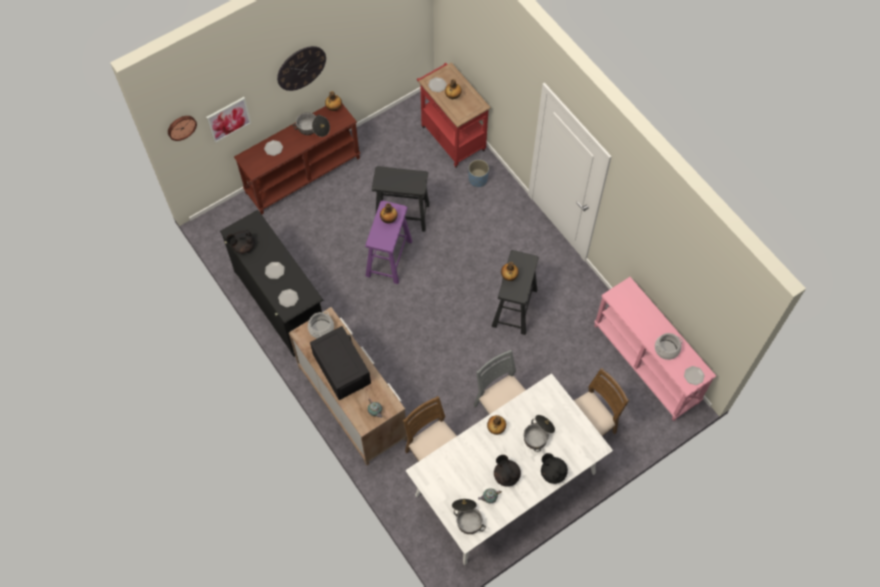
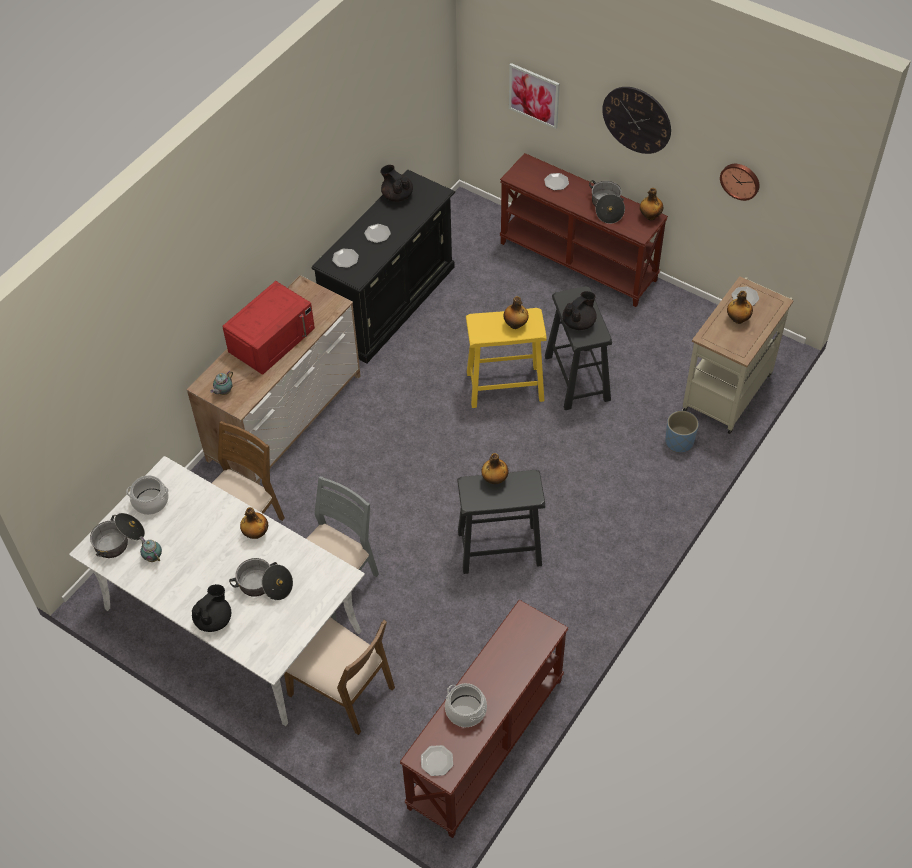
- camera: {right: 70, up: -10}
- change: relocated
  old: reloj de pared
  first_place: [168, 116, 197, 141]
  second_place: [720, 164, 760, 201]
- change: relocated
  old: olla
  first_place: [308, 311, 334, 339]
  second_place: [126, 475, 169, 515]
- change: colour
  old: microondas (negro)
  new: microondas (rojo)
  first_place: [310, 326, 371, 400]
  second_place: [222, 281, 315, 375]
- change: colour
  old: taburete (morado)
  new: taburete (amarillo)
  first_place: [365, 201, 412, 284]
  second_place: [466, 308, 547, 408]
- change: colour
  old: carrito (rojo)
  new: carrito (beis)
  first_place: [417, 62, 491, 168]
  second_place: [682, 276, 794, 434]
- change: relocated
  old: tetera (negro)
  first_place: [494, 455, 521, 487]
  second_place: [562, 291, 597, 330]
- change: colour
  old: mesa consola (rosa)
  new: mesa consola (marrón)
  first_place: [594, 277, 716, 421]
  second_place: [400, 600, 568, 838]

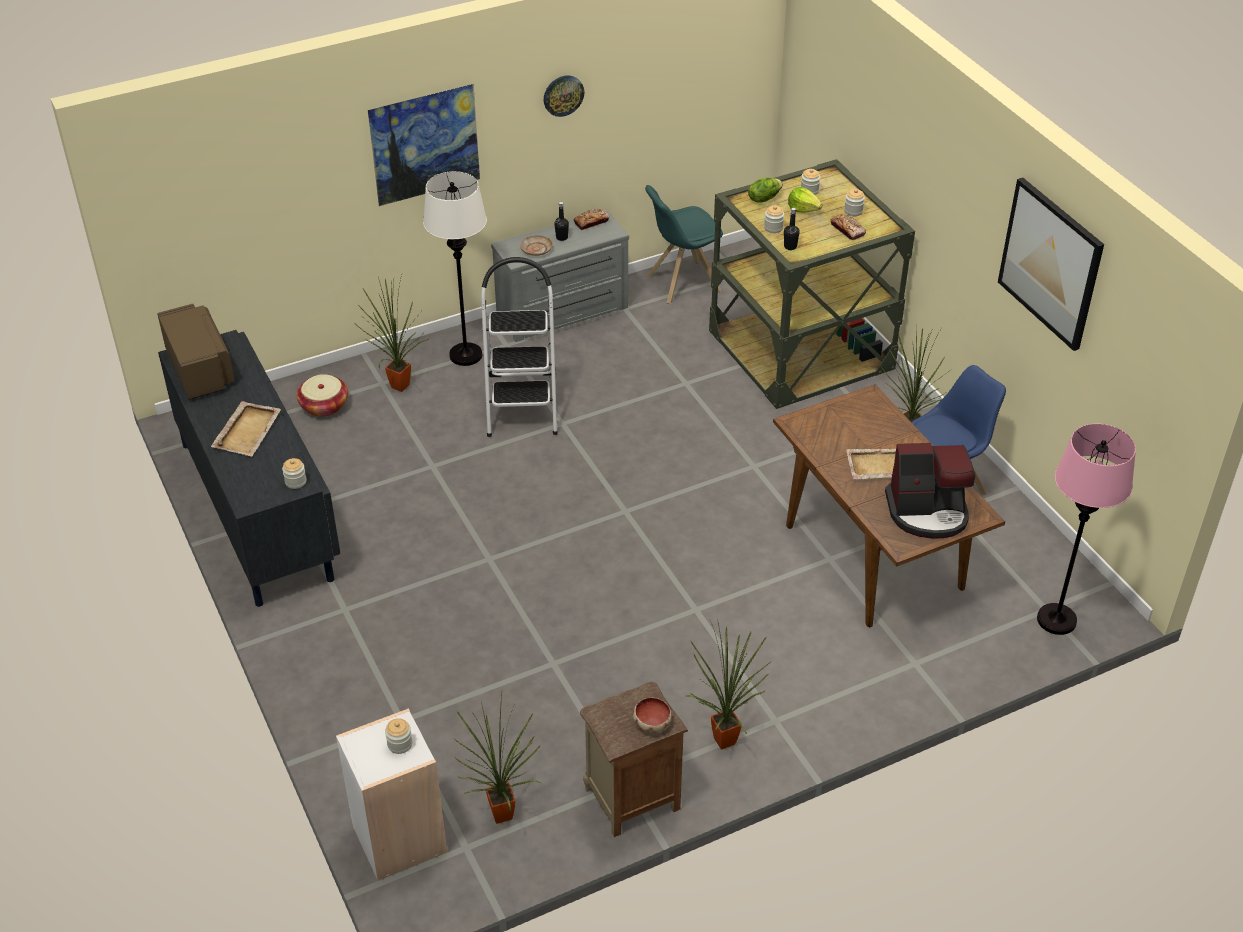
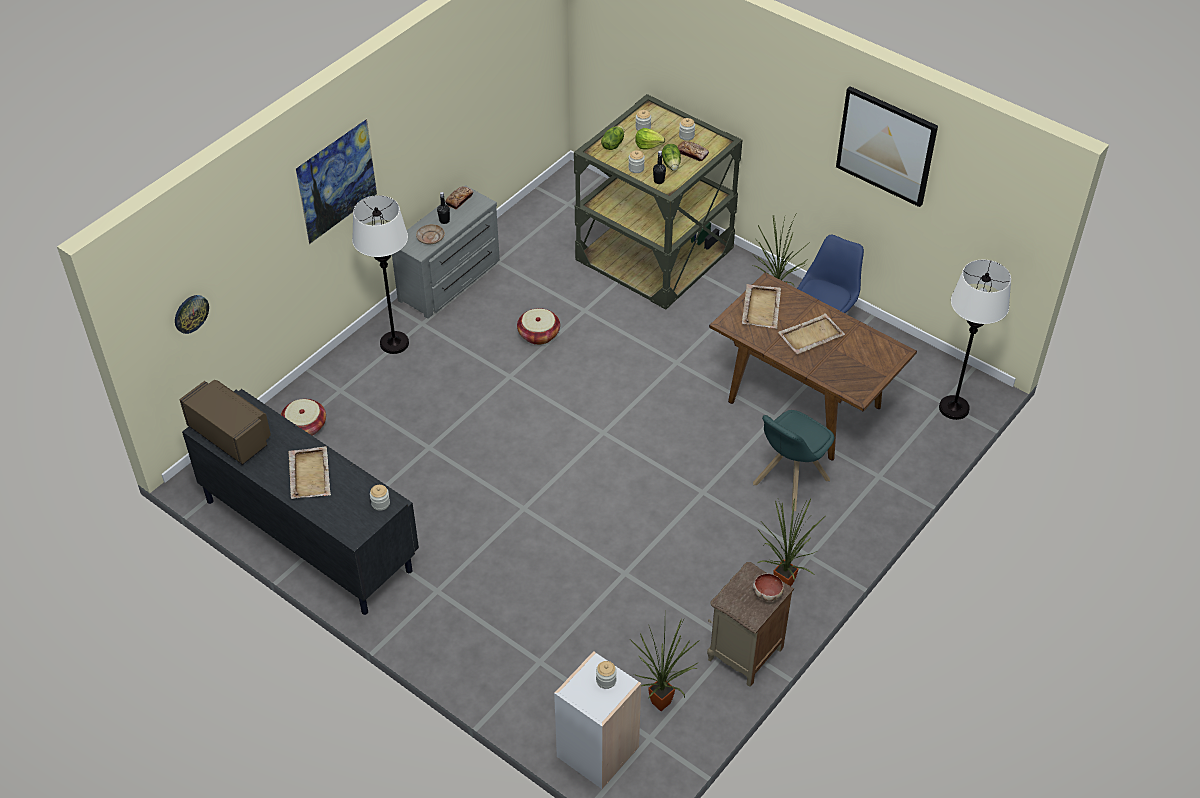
- camera: {right: -25, up: 5}
- change: missing
  old: planta en maceta
  first_place: [357, 275, 428, 392]
- change: missing
  old: escalera de tijera
  first_place: [481, 257, 558, 437]
- change: relocated
  old: reloj de pared
  first_place: [544, 75, 584, 117]
  second_place: [175, 295, 209, 334]
- change: relocated
  old: silla (turquesa)
  first_place: [645, 185, 723, 304]
  second_place: [753, 410, 835, 511]
- change: missing
  old: cafetera
  first_place: [885, 443, 975, 539]
- change: colour
  old: lámpara de pie (rosa)
  new: lámpara de pie (blanco)
  first_place: [1037, 423, 1136, 635]
  second_place: [939, 260, 1011, 420]
- change: appeared
  new: cesta
  second_place: [517, 308, 560, 345]
- change: appeared
  new: lechuga
  second_place: [662, 144, 681, 171]
- change: appeared
  new: bandeja (beis)
  second_place: [742, 284, 781, 329]

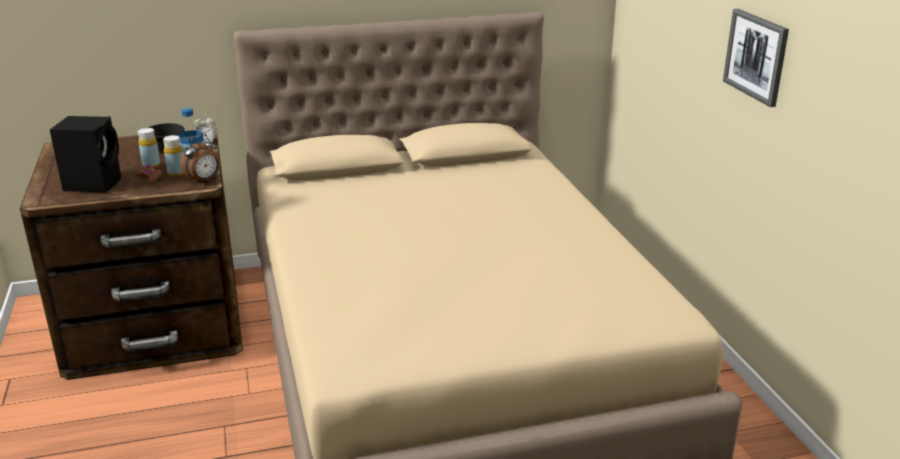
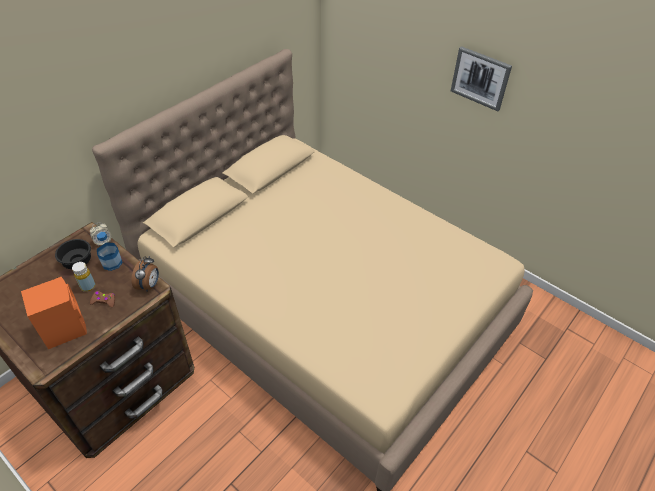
- camera: {right: -35, up: 20}
- change: colour
  old: altavoz (negro)
  new: altavoz (naranja)
  first_place: [50, 116, 121, 193]
  second_place: [21, 277, 87, 349]
- change: missing
  old: botella (amarillo)
  first_place: [163, 135, 184, 177]

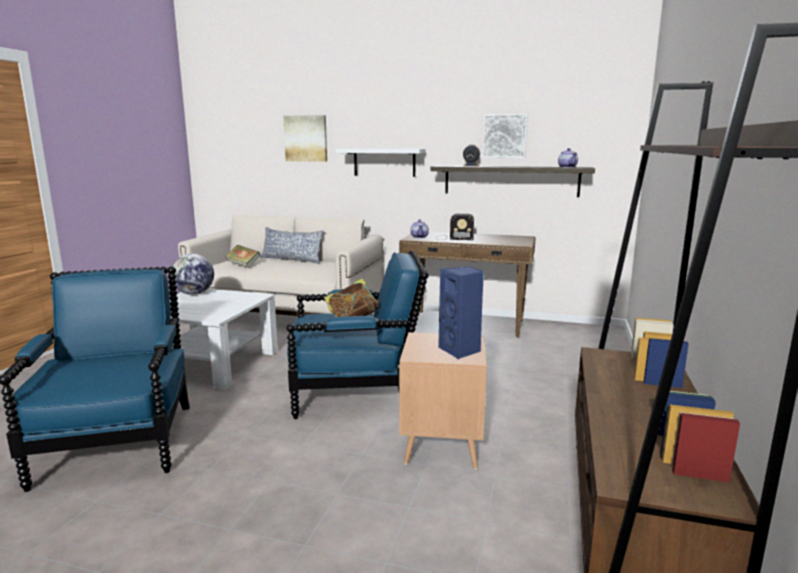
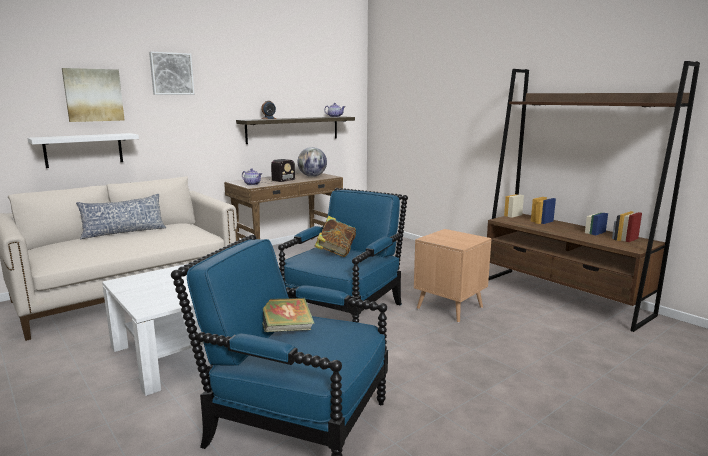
- camera: {right: -55, up: 0}
- change: relocated
  old: globo terráqueo
  first_place: [172, 254, 214, 295]
  second_place: [298, 147, 327, 177]
- change: relocated
  old: libro
  first_place: [225, 245, 260, 268]
  second_place: [262, 298, 315, 332]
- change: relocated
  old: estante (blanco)
  first_place: [336, 149, 425, 177]
  second_place: [28, 133, 139, 168]
- change: missing
  old: altavoz (azul)
  first_place: [438, 267, 484, 359]
- change: relocated
  old: cuadro
  first_place: [482, 114, 528, 158]
  second_place: [149, 52, 194, 95]

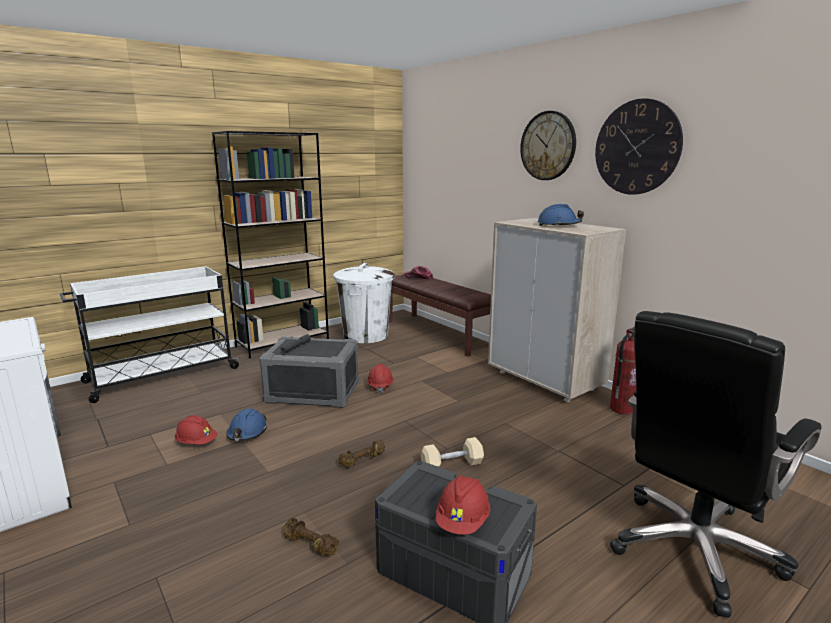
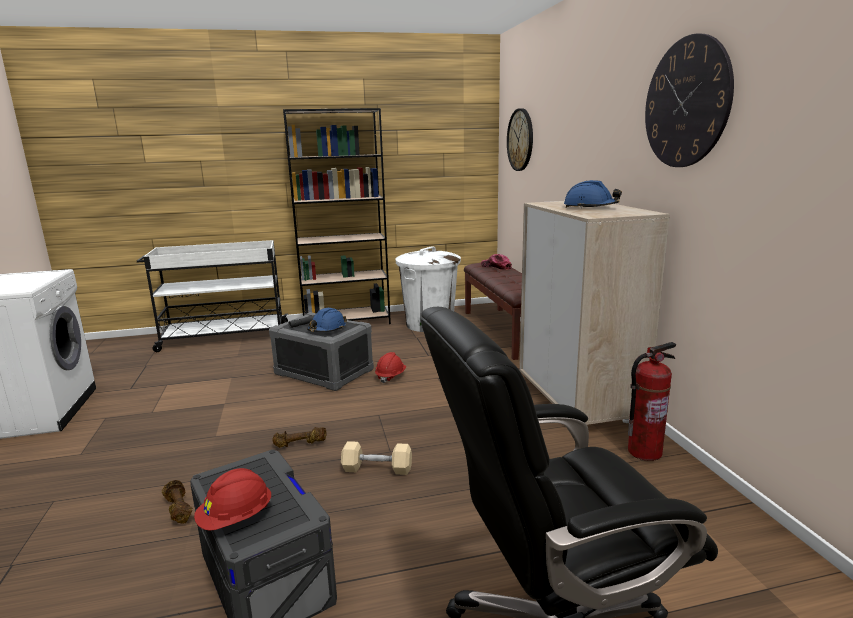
- camera: {right: 25, up: 0}
- change: missing
  old: casco (rojo)
  first_place: [175, 415, 217, 445]
- change: relocated
  old: casco (azul)
  first_place: [226, 408, 268, 441]
  second_place: [307, 308, 347, 332]
- change: relocated
  old: reloj de pared
  first_place: [520, 111, 576, 180]
  second_place: [507, 108, 533, 171]

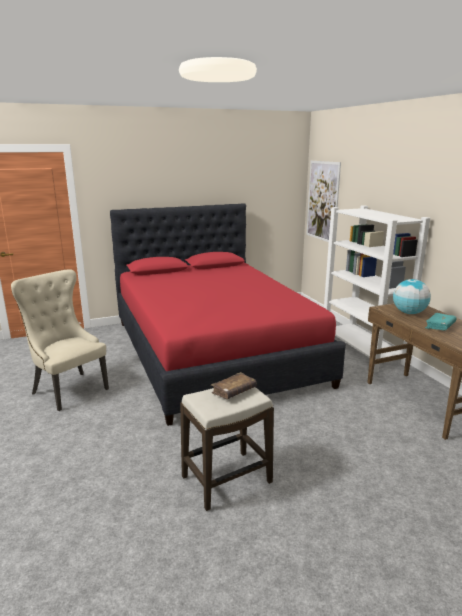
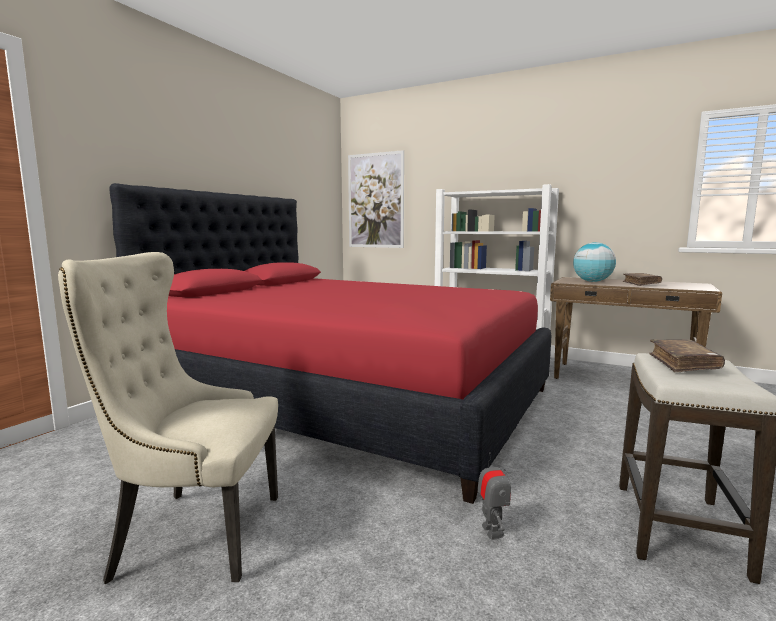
- camera: {right: -40, up: -10}
- change: colour
  old: libro (turquesa)
  new: libro (marrón)
  first_place: [425, 313, 457, 330]
  second_place: [623, 273, 662, 286]
- change: appeared
  new: robot de juguete
  second_place: [477, 452, 511, 540]

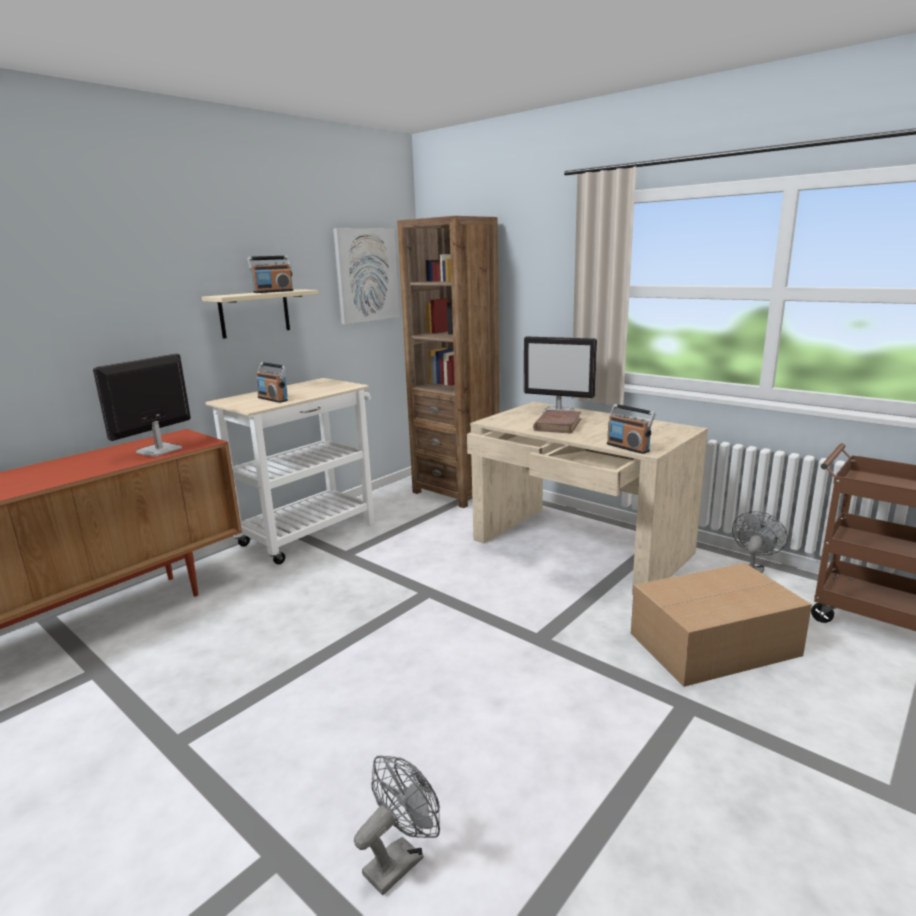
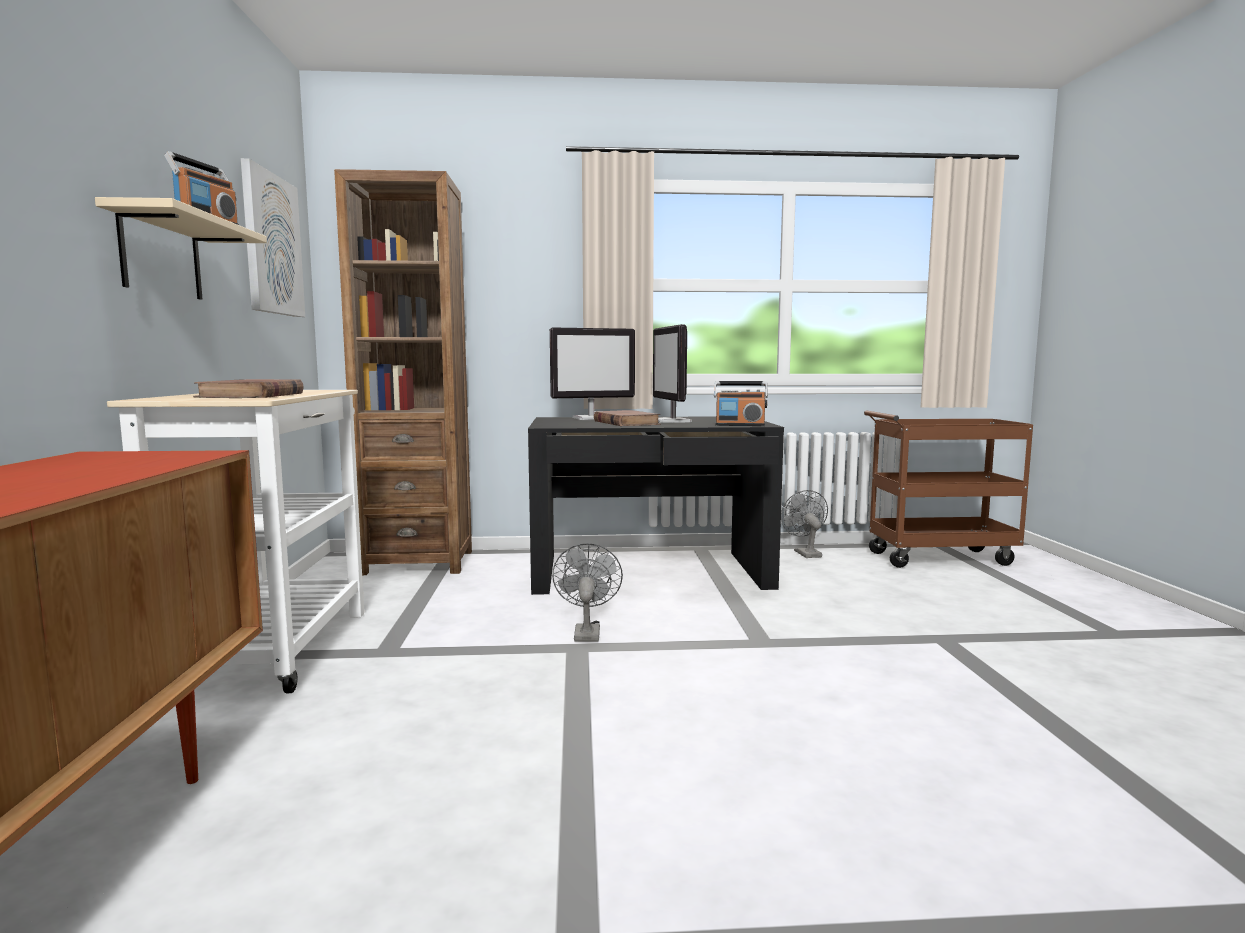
- camera: {right: -45, up: -10}
- change: relocated
  old: monitor
  first_place: [93, 354, 191, 457]
  second_place: [653, 324, 692, 423]
- change: exchanged
  old: radio
  new: libro (marrón)
  first_place: [256, 362, 288, 403]
  second_place: [193, 379, 304, 398]
- change: relocated
  old: ventilador (gris)
  first_place: [354, 755, 440, 895]
  second_place: [552, 544, 623, 641]
- change: colour
  old: escritorio (beis)
  new: escritorio (negro)
  first_place: [467, 402, 708, 595]
  second_place: [528, 416, 784, 595]
- change: missing
  old: caja de cartón
  first_place: [631, 563, 812, 687]

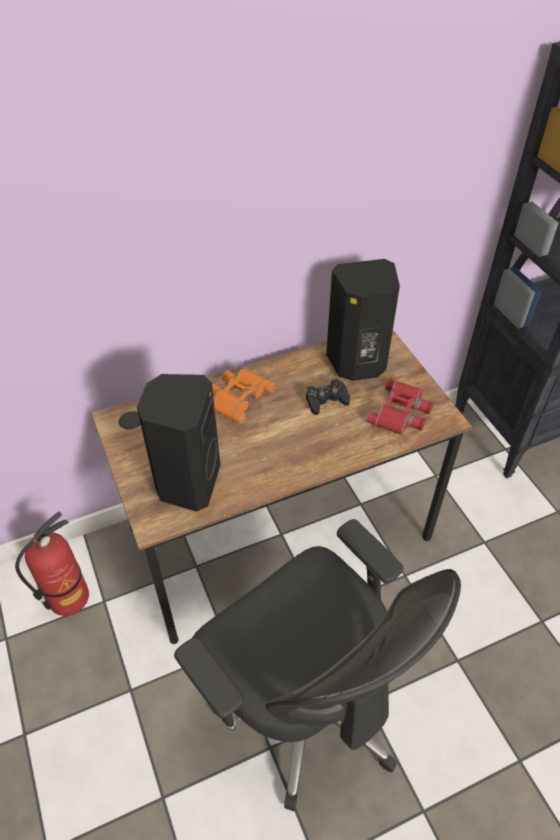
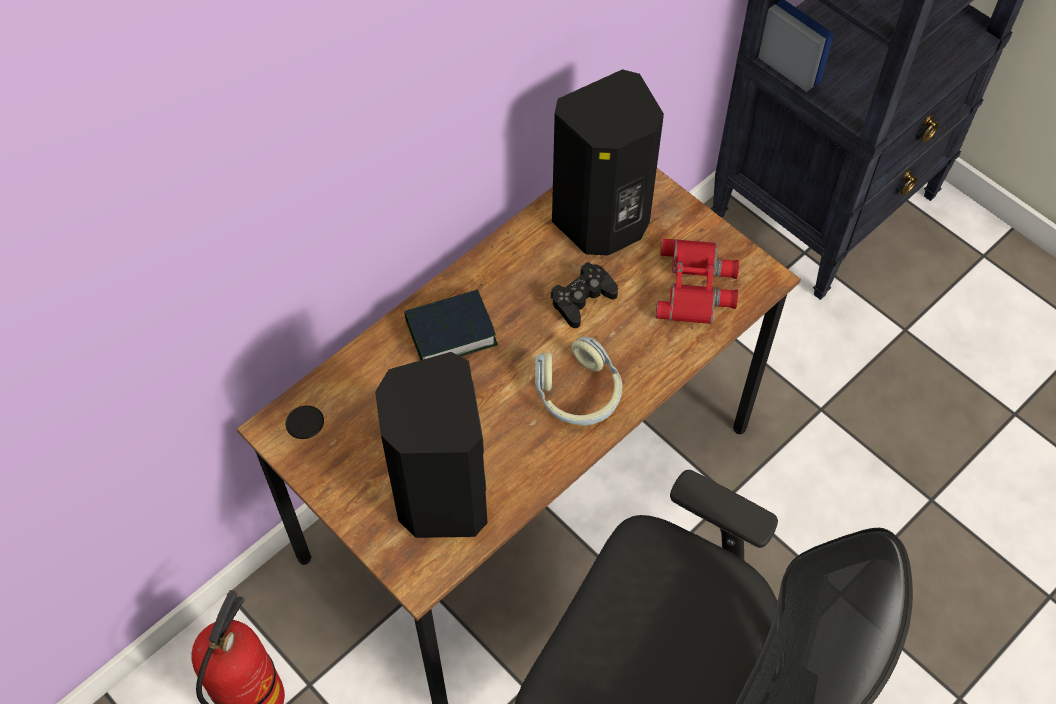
- camera: {right: -20, up: 10}
- change: exchanged
  old: prismáticos (naranja)
  new: libro
  first_place: [212, 368, 277, 424]
  second_place: [404, 290, 498, 360]
- change: appeared
  new: auriculares
  second_place: [535, 337, 622, 425]

